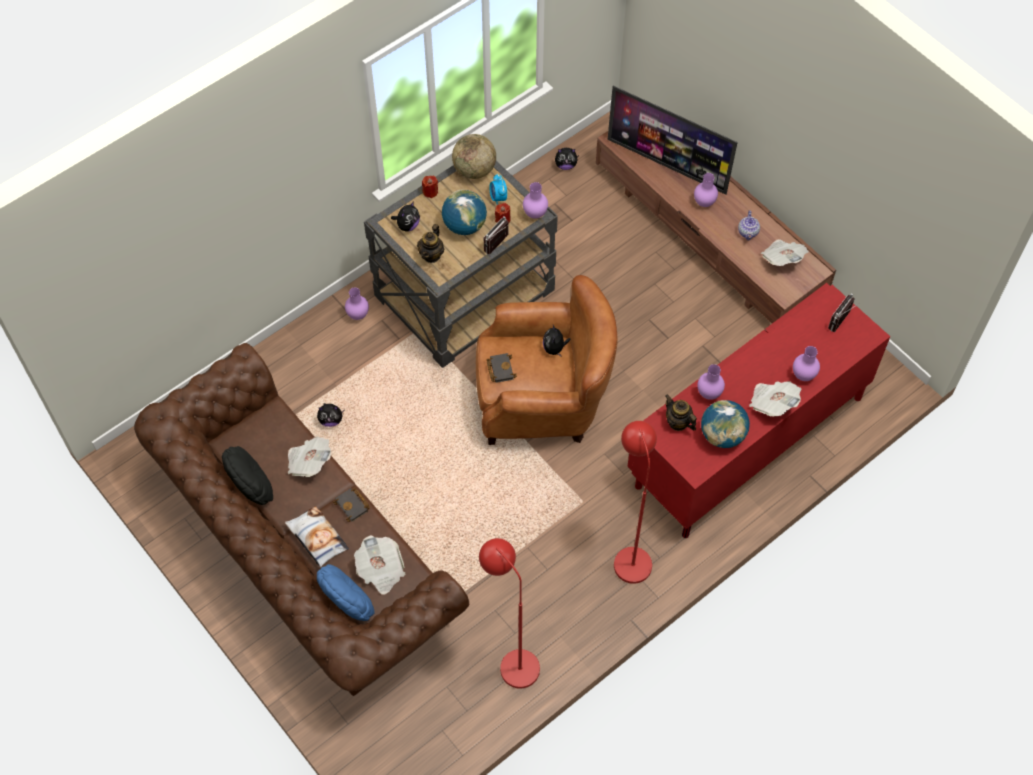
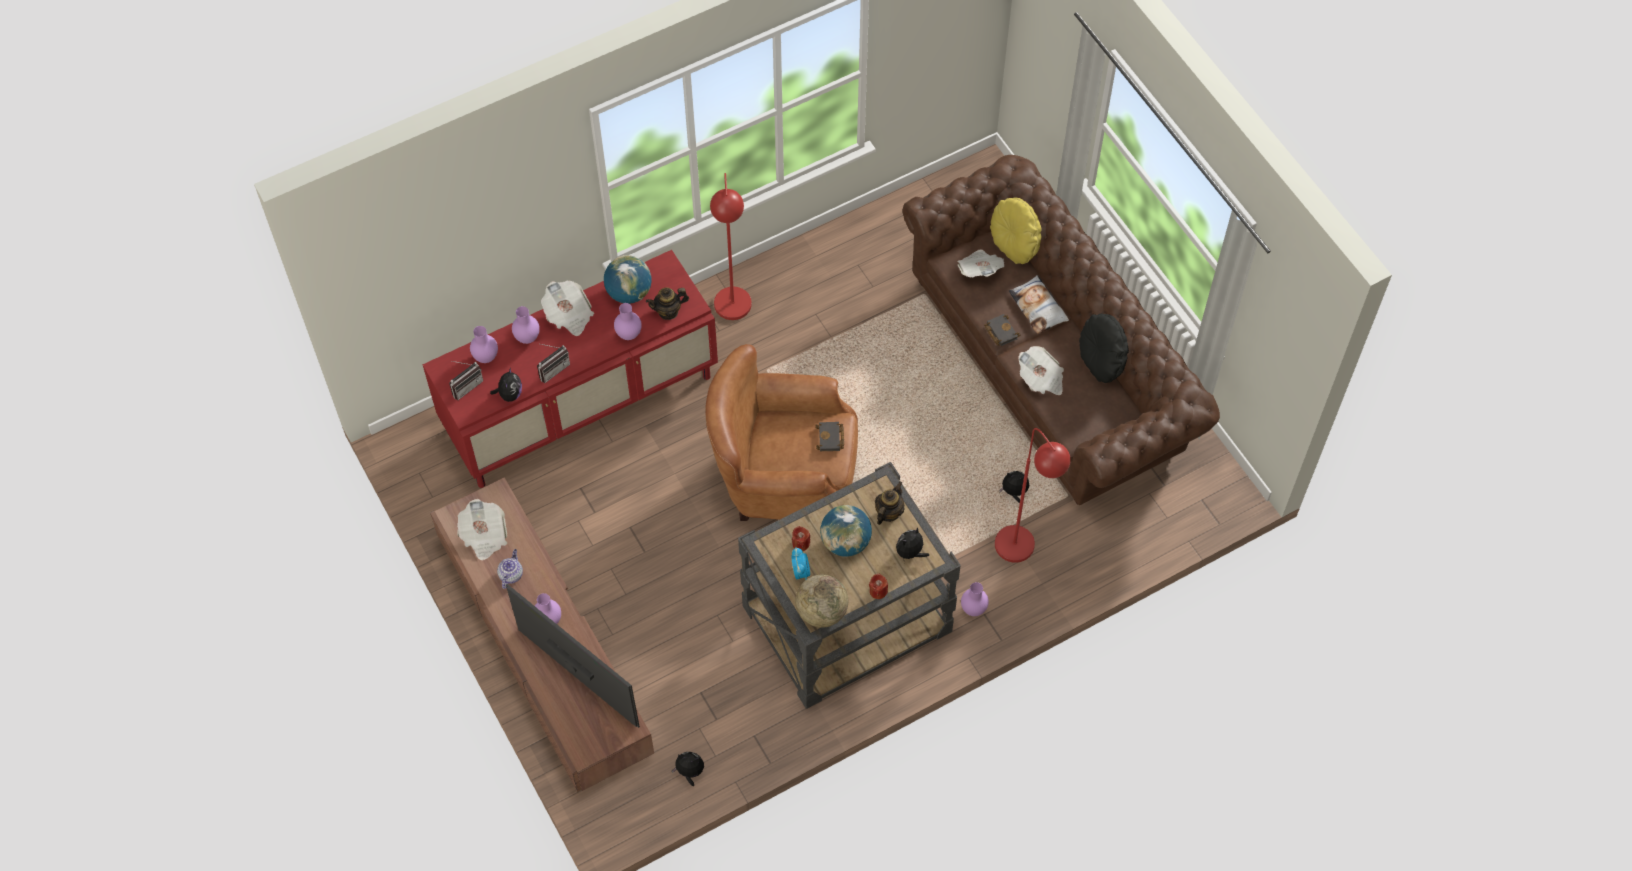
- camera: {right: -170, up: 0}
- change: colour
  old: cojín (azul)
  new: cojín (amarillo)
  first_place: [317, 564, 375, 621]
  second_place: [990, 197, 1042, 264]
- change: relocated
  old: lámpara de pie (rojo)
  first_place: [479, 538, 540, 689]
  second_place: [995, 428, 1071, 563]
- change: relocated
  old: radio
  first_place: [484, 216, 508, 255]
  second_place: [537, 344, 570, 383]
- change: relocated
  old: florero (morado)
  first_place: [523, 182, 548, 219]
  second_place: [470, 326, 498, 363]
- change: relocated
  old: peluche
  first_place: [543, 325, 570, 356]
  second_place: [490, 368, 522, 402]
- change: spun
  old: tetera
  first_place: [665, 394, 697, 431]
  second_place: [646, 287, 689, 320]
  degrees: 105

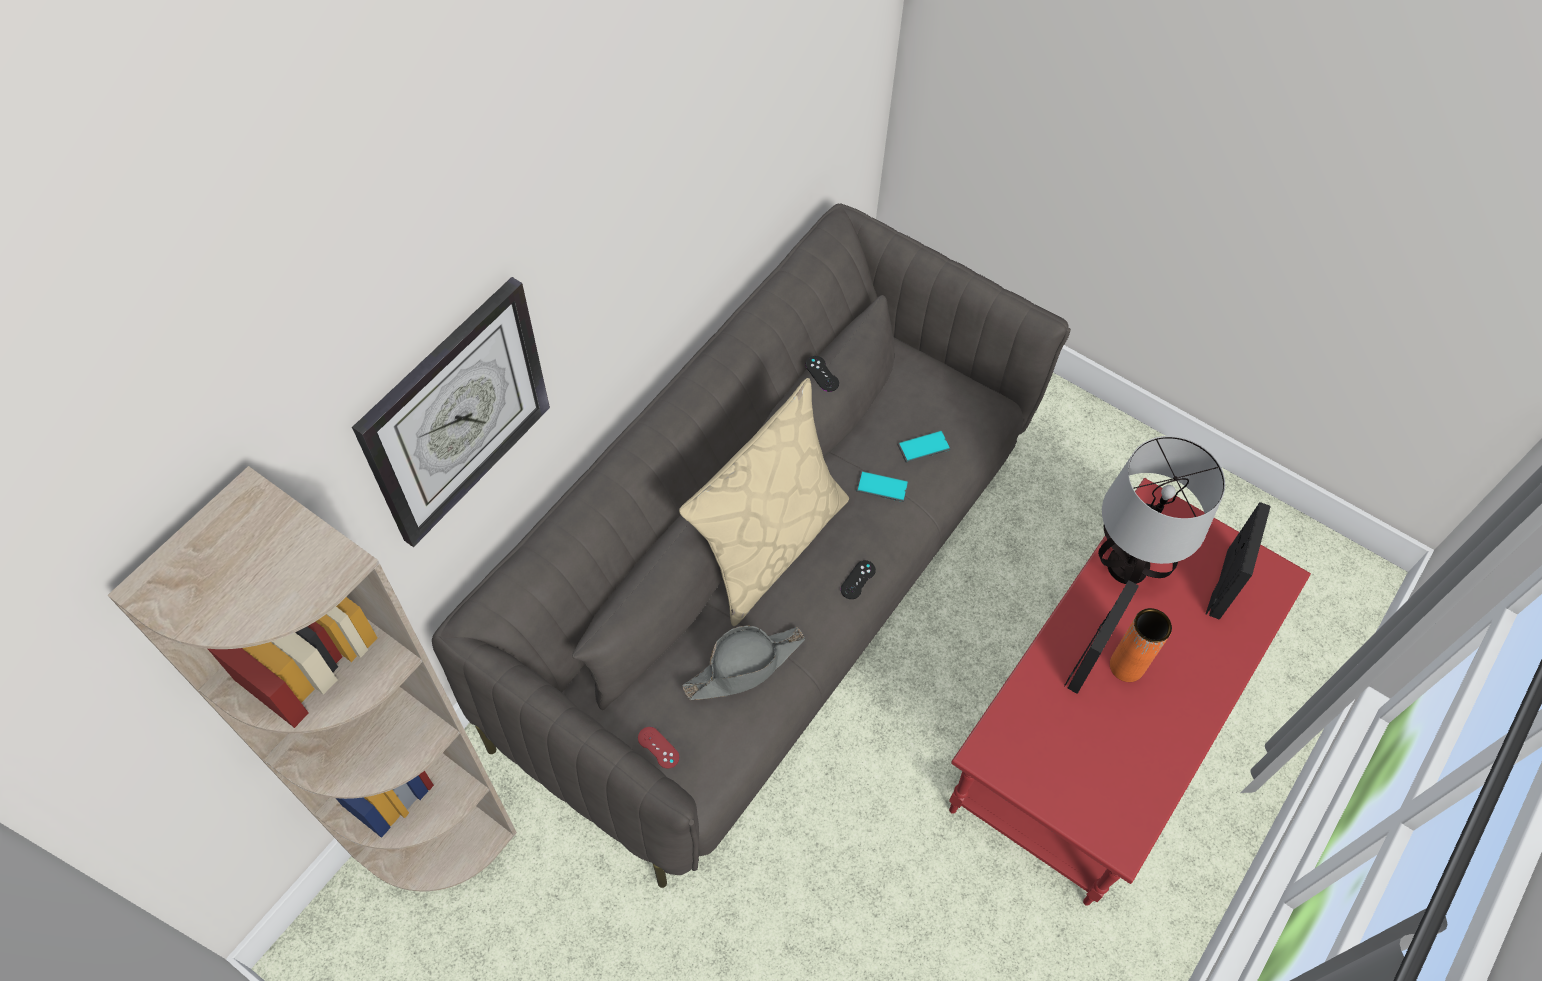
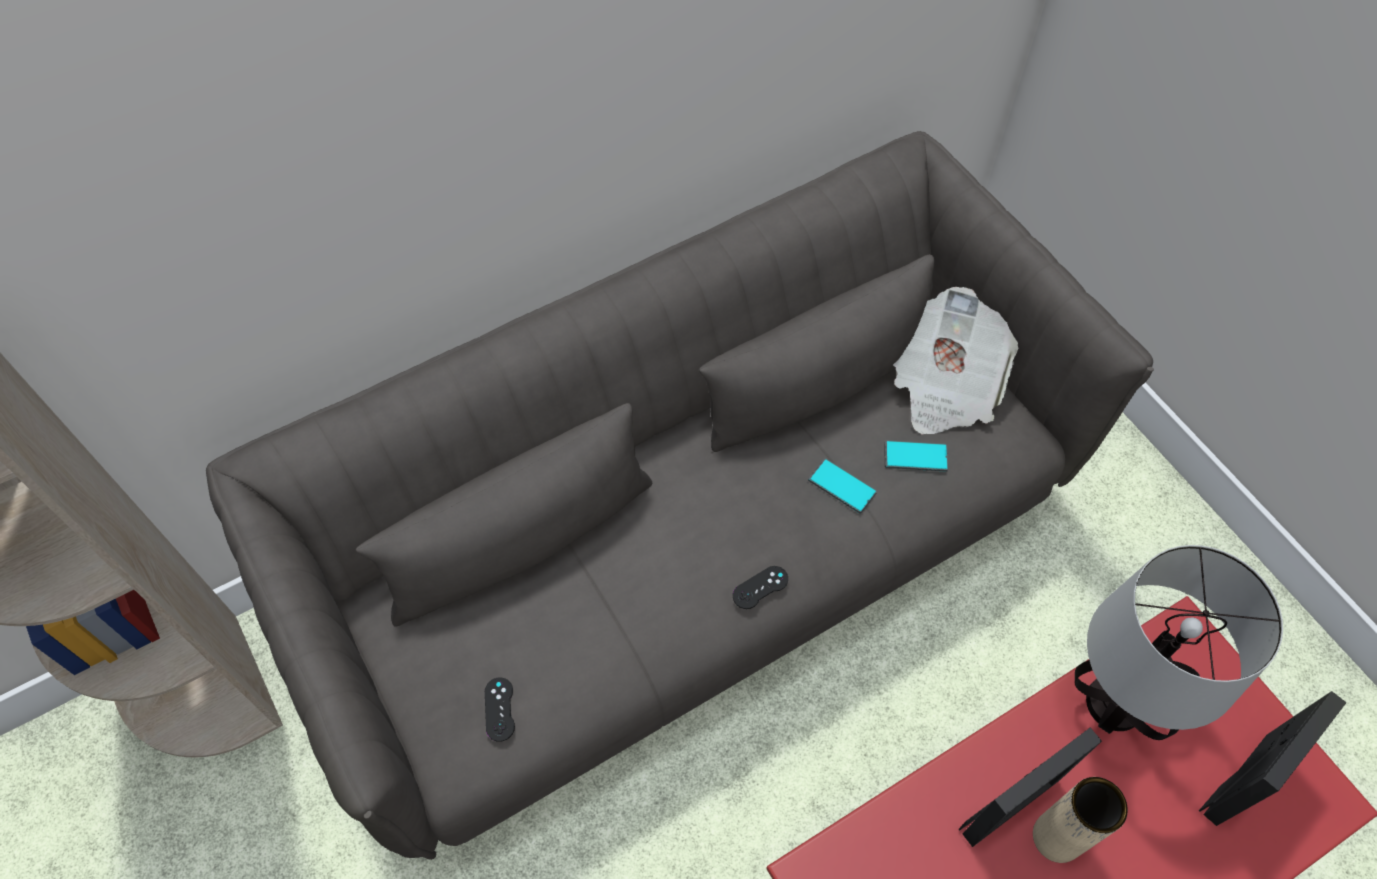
- camera: {right: 25, up: 0}
- change: missing
  old: reloj de pared
  first_place: [352, 277, 550, 547]
- change: missing
  old: mando de consola (rojo)
  first_place: [638, 727, 679, 769]
- change: missing
  old: cojín (beis)
  first_place: [679, 378, 849, 626]
- change: missing
  old: sombrero (gris)
  first_place: [683, 626, 805, 700]
- change: relocated
  old: mando de consola (negro)
  first_place: [805, 356, 839, 392]
  second_place: [485, 678, 515, 742]
- change: colour
  old: florero (naranja)
  new: florero (beis)
  first_place: [1110, 608, 1172, 682]
  second_place: [1033, 777, 1128, 863]
- change: appeared
  new: periódico
  second_place: [893, 287, 1018, 434]

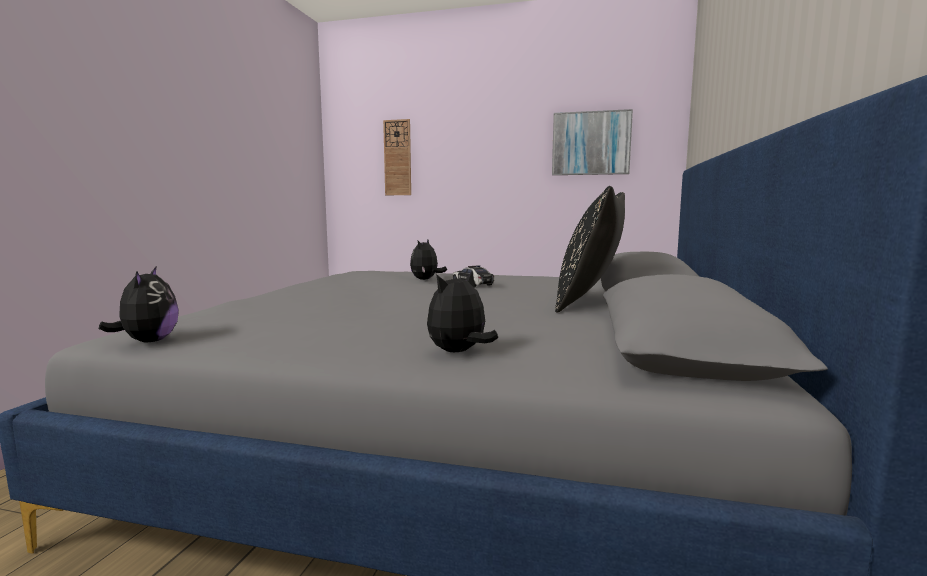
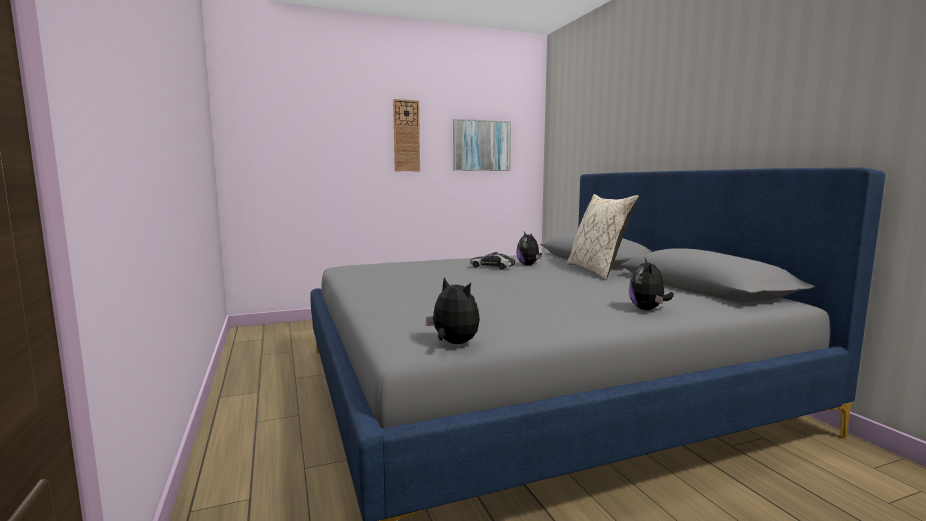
- camera: {right: -35, up: 0}
- change: relocated
  old: reloj de pared
  first_place: [383, 119, 411, 195]
  second_place: [393, 99, 420, 171]
- change: relocated
  old: peluche
  first_place: [410, 239, 447, 280]
  second_place: [516, 232, 542, 265]
- change: colour
  old: cojín (negro)
  new: cojín (beis)
  first_place: [555, 186, 625, 313]
  second_place: [567, 194, 639, 280]

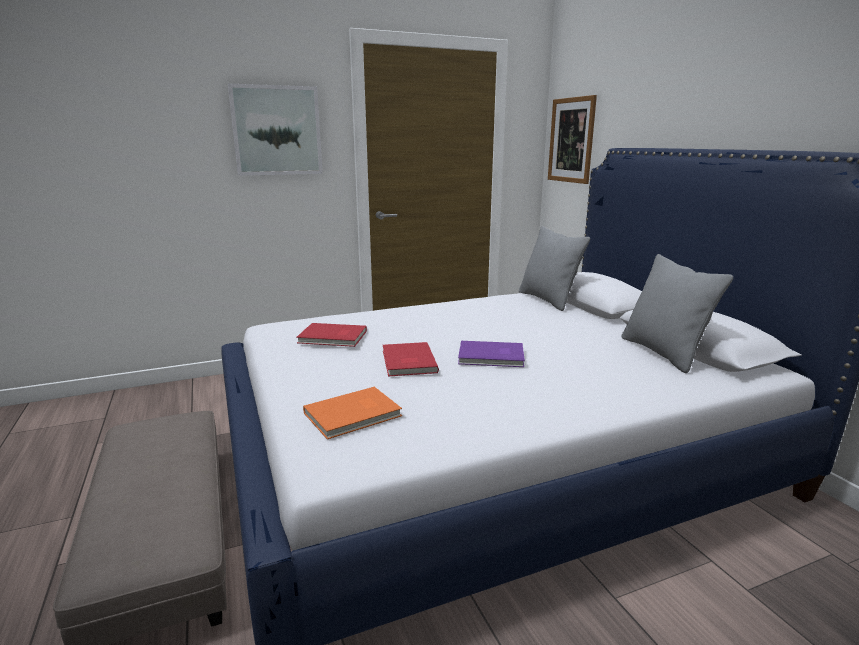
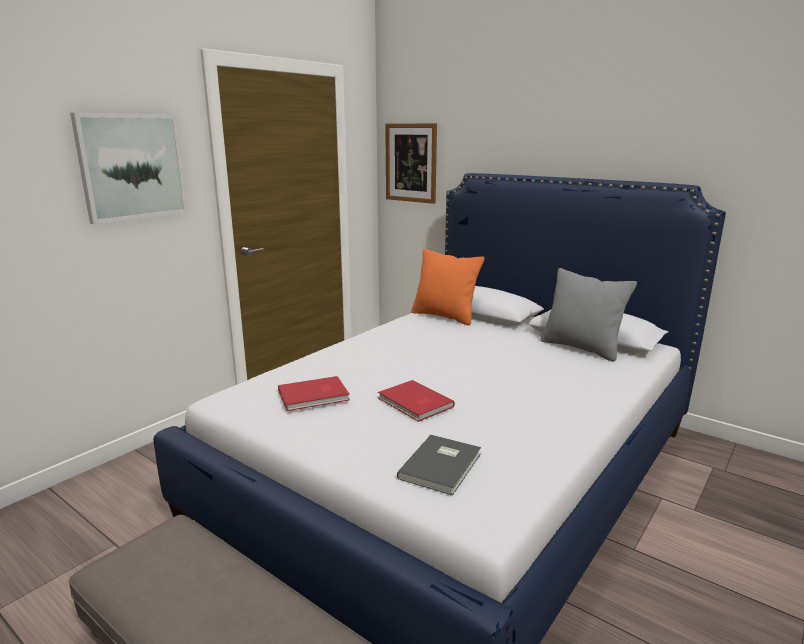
- camera: {right: -30, up: 0}
- change: colour
  old: libro (naranja)
  new: libro (gris)
  first_place: [303, 387, 402, 439]
  second_place: [397, 435, 481, 495]
- change: missing
  old: libro (morado)
  first_place: [458, 341, 525, 367]
- change: colour
  old: cojín (gris)
  new: cojín (naranja)
  first_place: [519, 226, 590, 311]
  second_place: [411, 249, 484, 325]

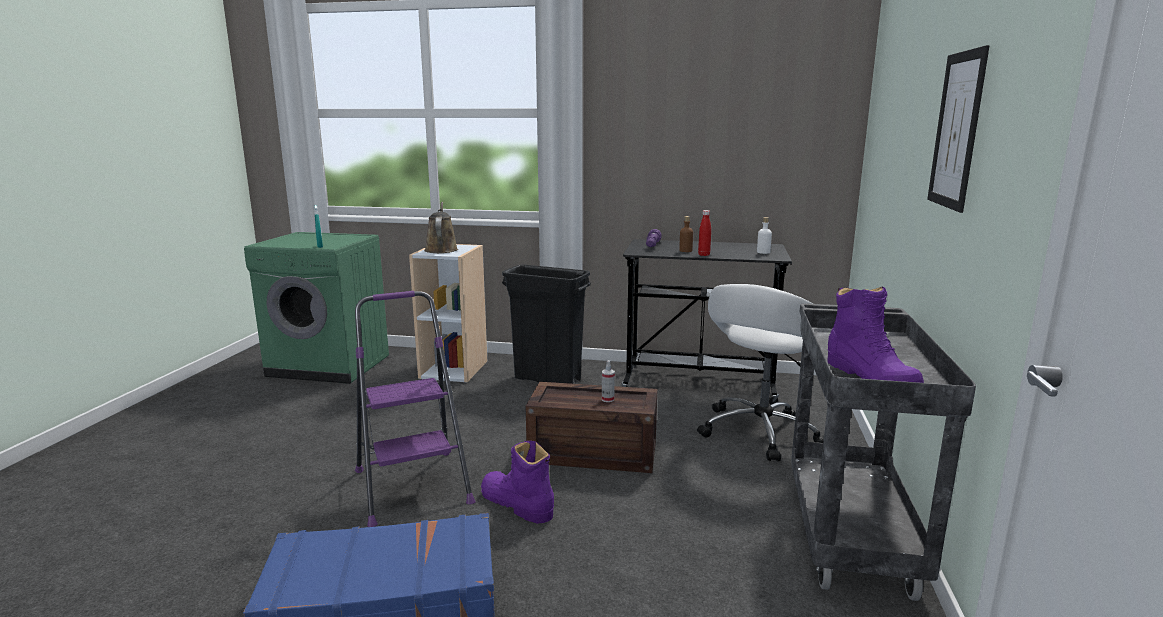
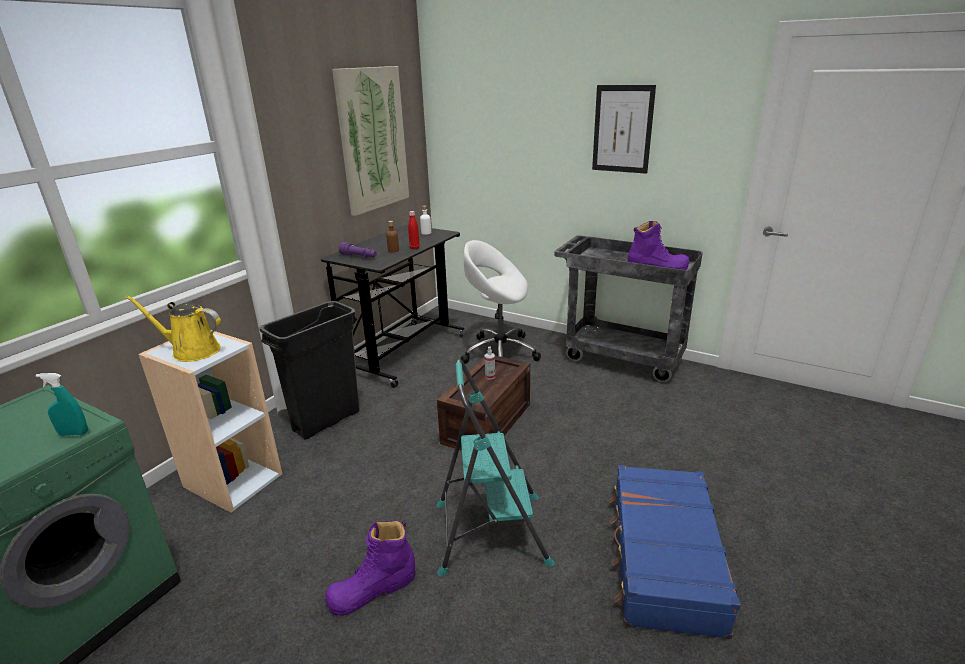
- camera: {right: -70, up: 10}
- change: colour
  old: escalera de tijera (morado)
  new: escalera de tijera (turquesa)
  first_place: [355, 291, 476, 527]
  second_place: [436, 359, 555, 576]
- change: colour
  old: regadera (marrón)
  new: regadera (amarillo)
  first_place: [424, 202, 458, 253]
  second_place: [125, 296, 221, 362]
- change: relocated
  old: bota (morado)
  first_place: [481, 441, 554, 524]
  second_place: [325, 521, 415, 616]
- change: spun
  old: silla de oficina (blanco)
  first_place: [697, 284, 824, 461]
  second_place: [461, 240, 541, 364]
  degrees: 135
- change: appeared
  new: cuadro
  second_place: [332, 66, 409, 216]

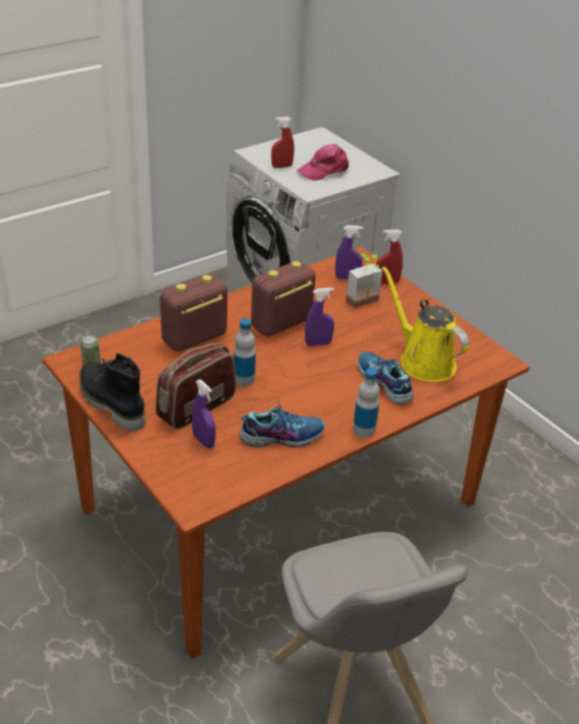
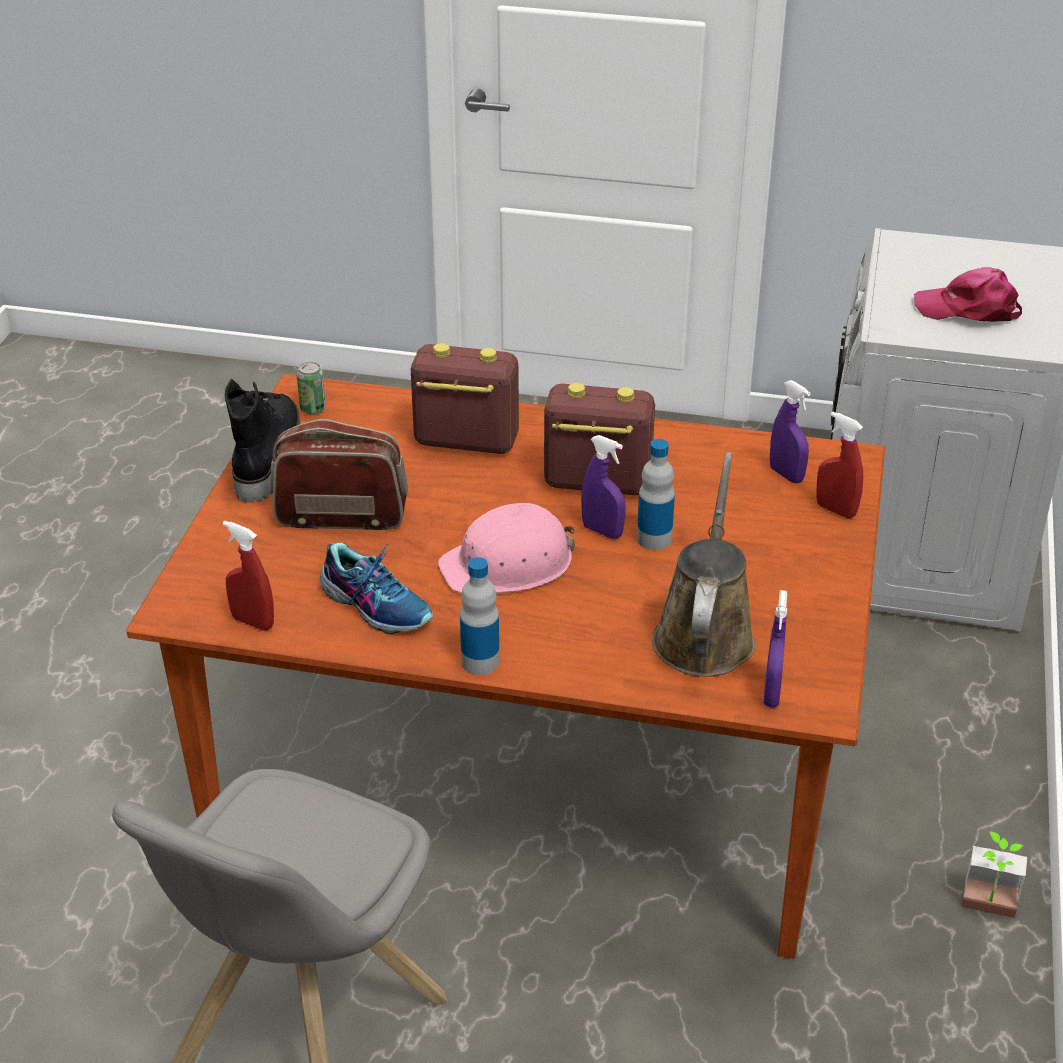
- camera: {right: 50, up: 0}
- change: relocated
  old: pulverizador (morado)
  first_place: [192, 380, 216, 448]
  second_place: [763, 590, 787, 708]
- change: relocated
  old: botella
  first_place: [234, 318, 256, 386]
  second_place: [637, 439, 675, 550]
- change: relocated
  old: pulverizador (rojo)
  first_place: [271, 117, 294, 168]
  second_place: [223, 521, 274, 630]
- change: relocated
  old: planta en maceta
  first_place: [346, 254, 383, 308]
  second_place: [961, 831, 1027, 918]
- change: missing
  old: zapato
  first_place: [358, 352, 414, 405]
- change: colour
  old: regadera (amarillo)
  new: regadera (marrón)
  first_place: [382, 266, 469, 382]
  second_place: [652, 452, 755, 677]
- change: appeared
  new: casco (rosa)
  second_place: [438, 503, 575, 593]

